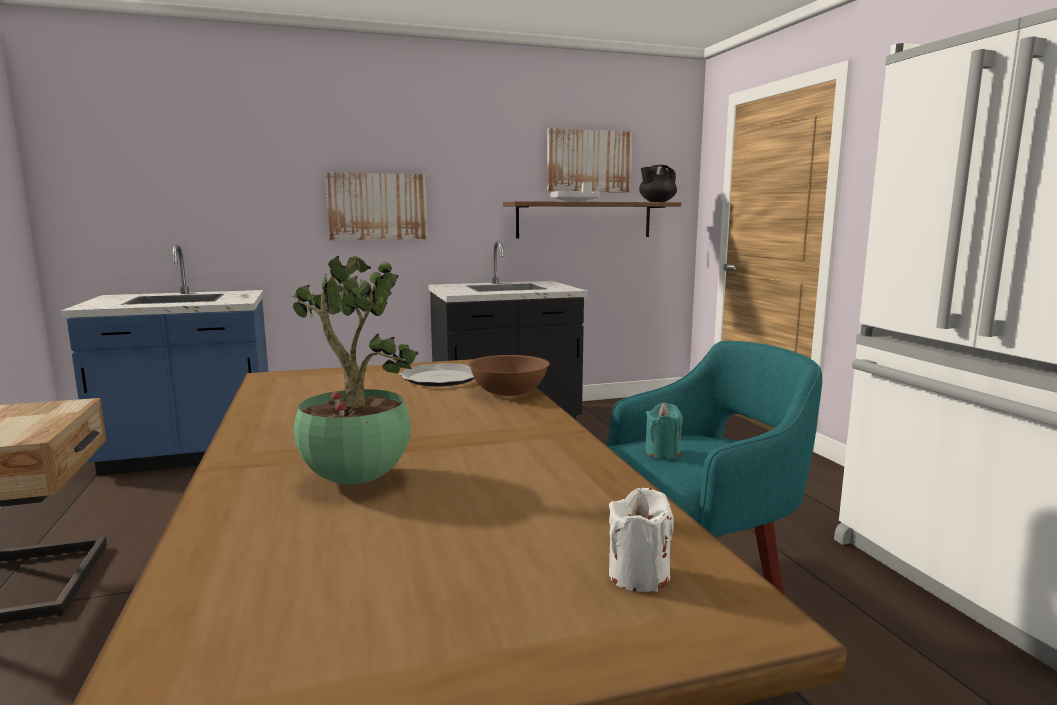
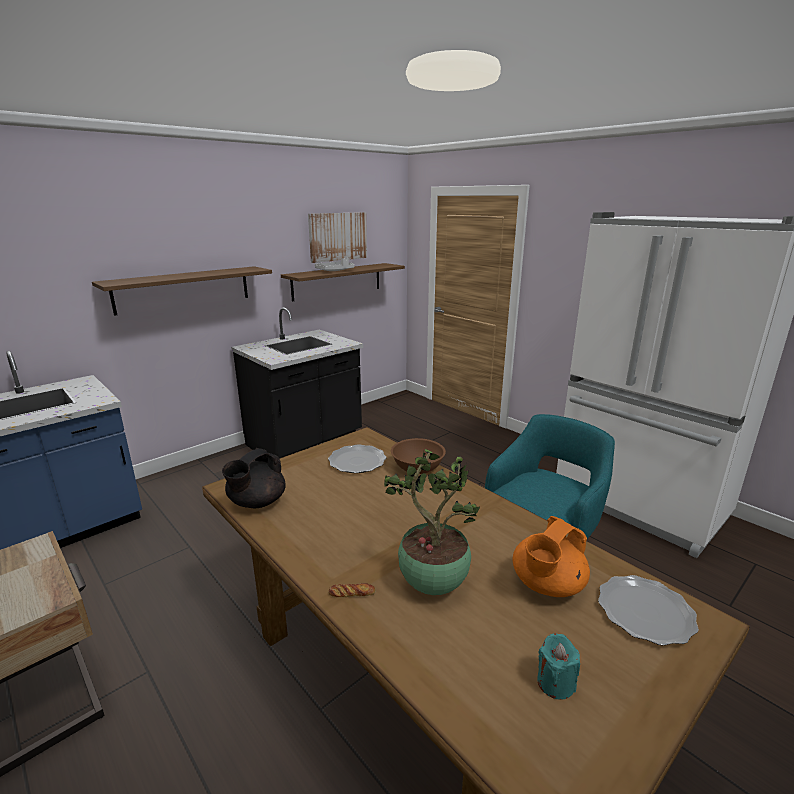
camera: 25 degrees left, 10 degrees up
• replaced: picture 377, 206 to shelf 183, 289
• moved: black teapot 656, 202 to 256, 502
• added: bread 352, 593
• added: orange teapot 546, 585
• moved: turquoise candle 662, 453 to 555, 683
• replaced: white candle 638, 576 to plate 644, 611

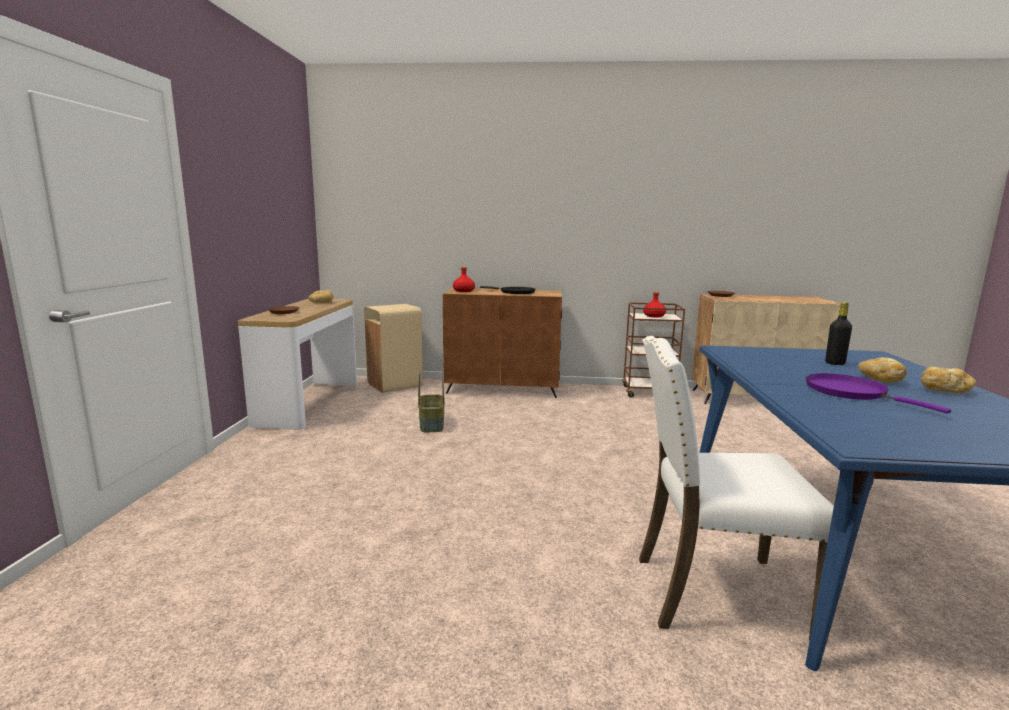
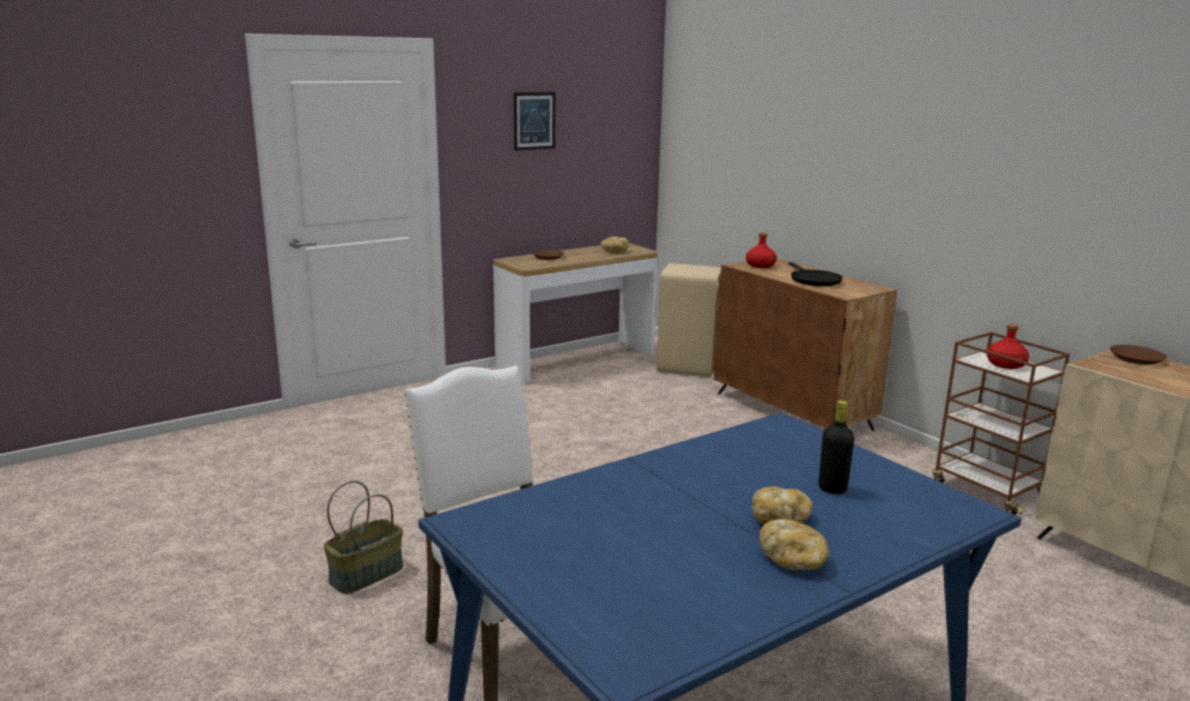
camera: 50 degrees right, 5 degrees up
• moved: basket 431, 424 to 366, 574
• added: picture 534, 121
• removed: purple frying pan 851, 392

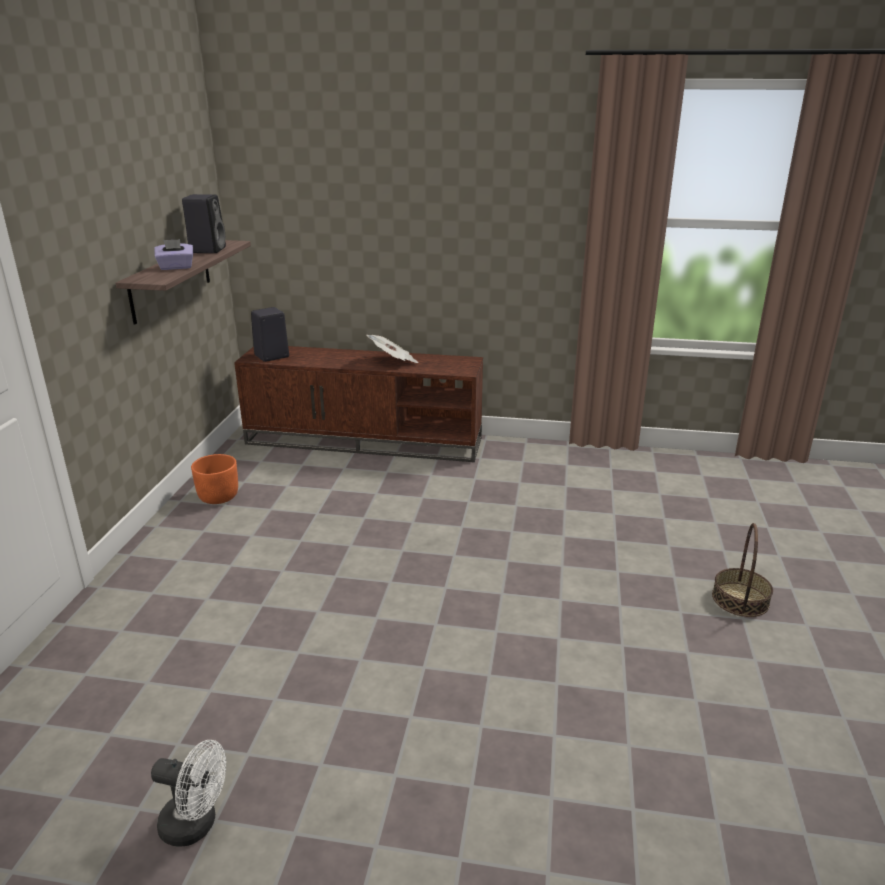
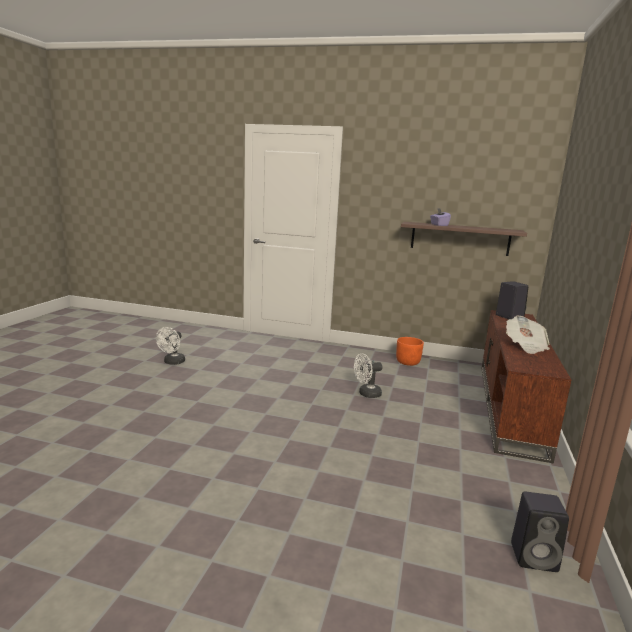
camera: 95 degrees right, 10 degrees down
• added: white fan 366, 394
• moved: black speaker 207, 250 to 535, 557
• removed: basket 740, 599

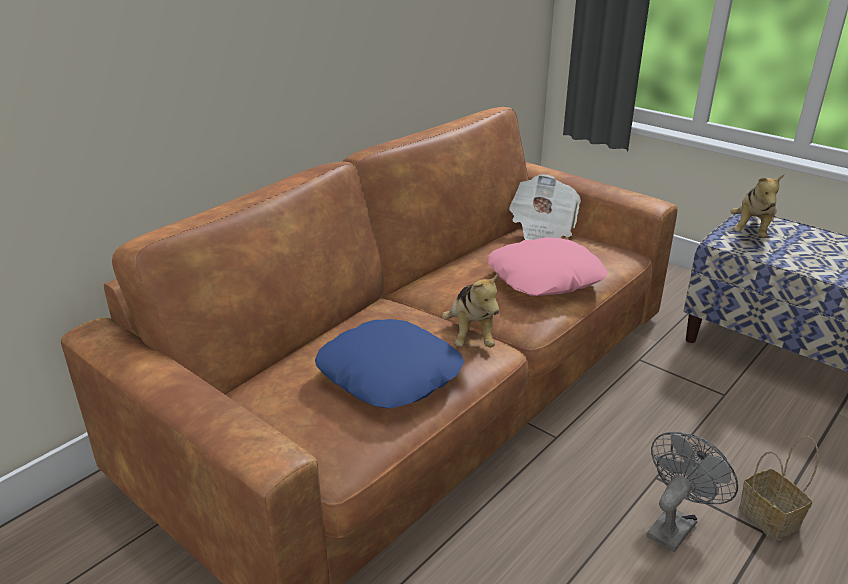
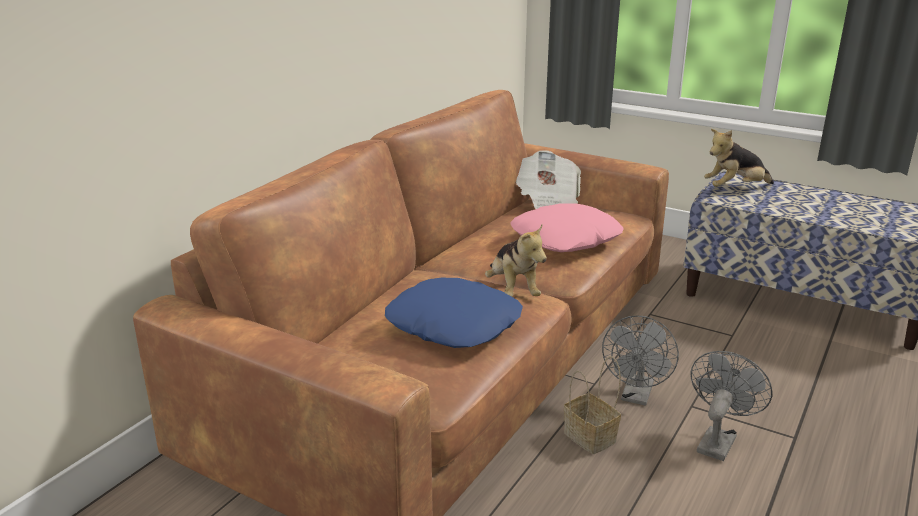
camera: 10 degrees left, 5 degrees down
• moved: basket 771, 518 to 591, 438
• added: grey fan 636, 396
• turned: plush toy 751, 231 = 735, 188 60 degrees clockwise

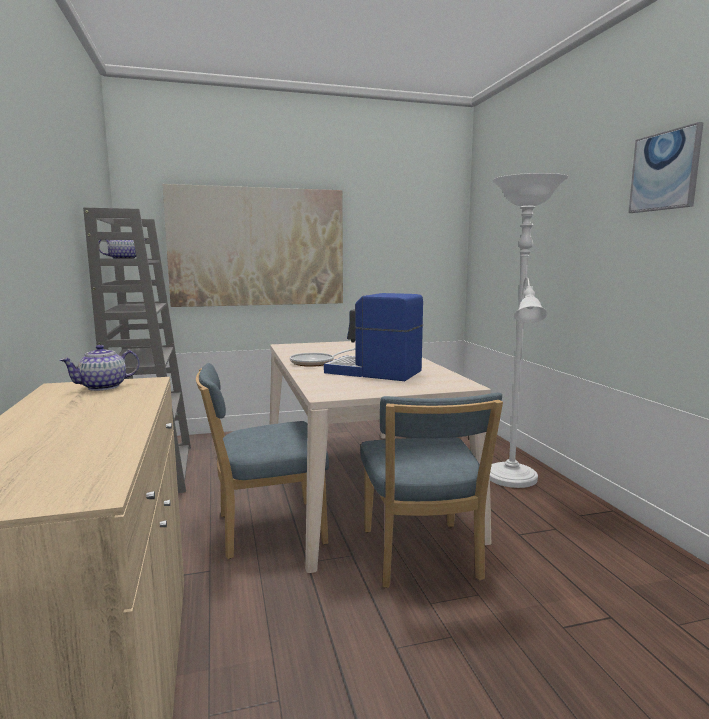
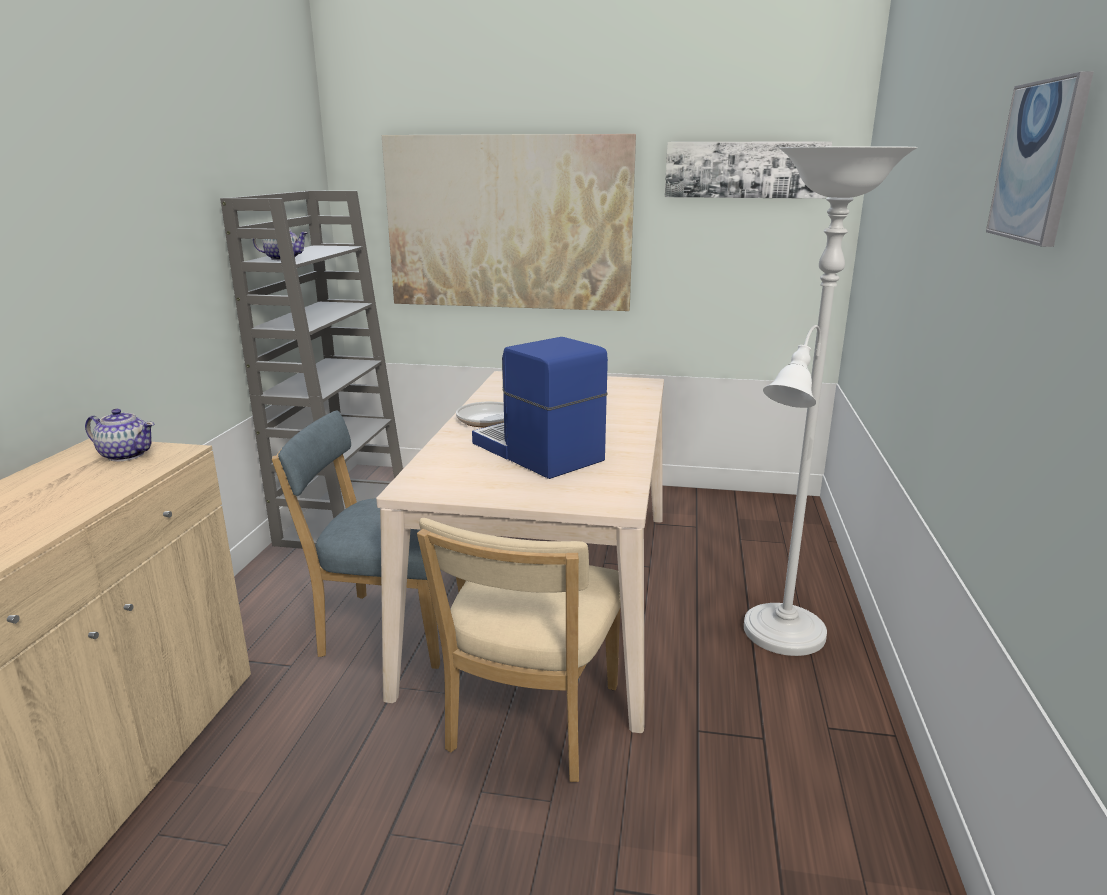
camera: 25 degrees right, 10 degrees up
• turned: teapot 104, 387 = 126, 455 150 degrees counterclockwise
• recoloured: blue chair 421, 558 to beige chair 530, 724
• added: picture 745, 170

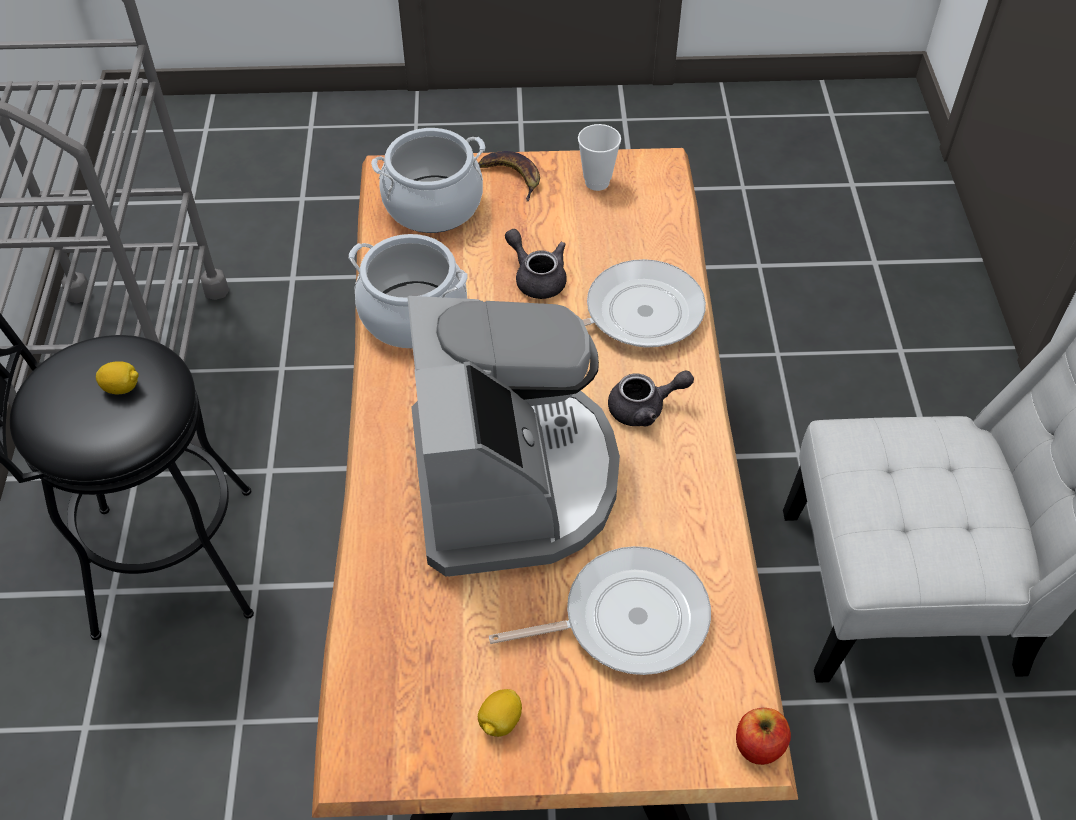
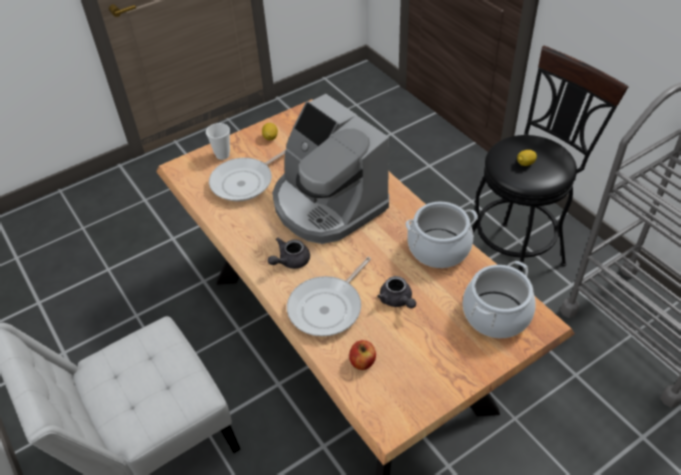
camera: 150 degrees right, 5 degrees down
• moved: cup 597, 182 to 222, 155
• moved: apple 759, 745 to 362, 362
• turned: grey teapot 536, 278 = 397, 300 45 degrees clockwise
• removed: banana 512, 176

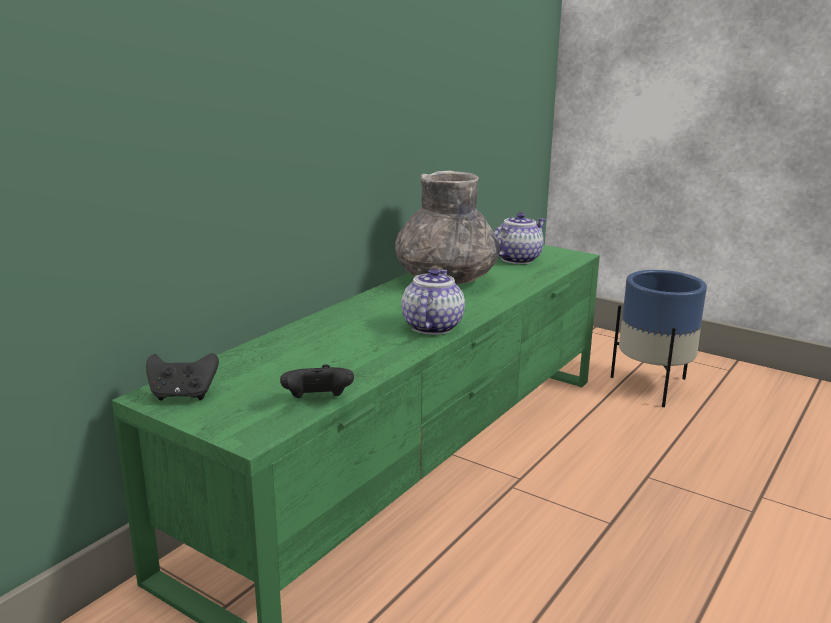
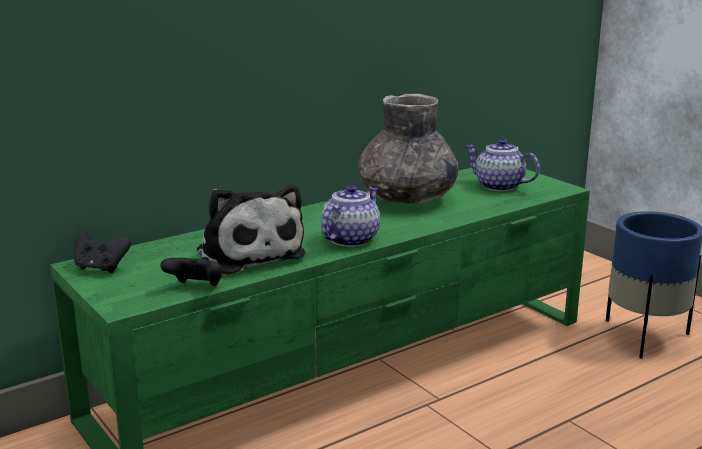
camera: 20 degrees right, 0 degrees up
• added: plush toy 249, 253
• turned: teapot 517, 259 = 498, 186 120 degrees counterclockwise

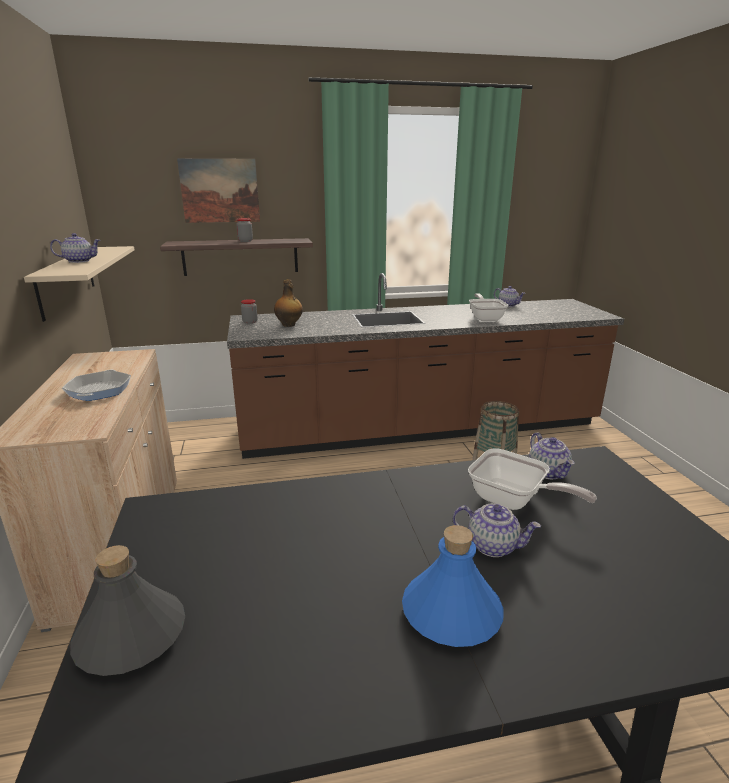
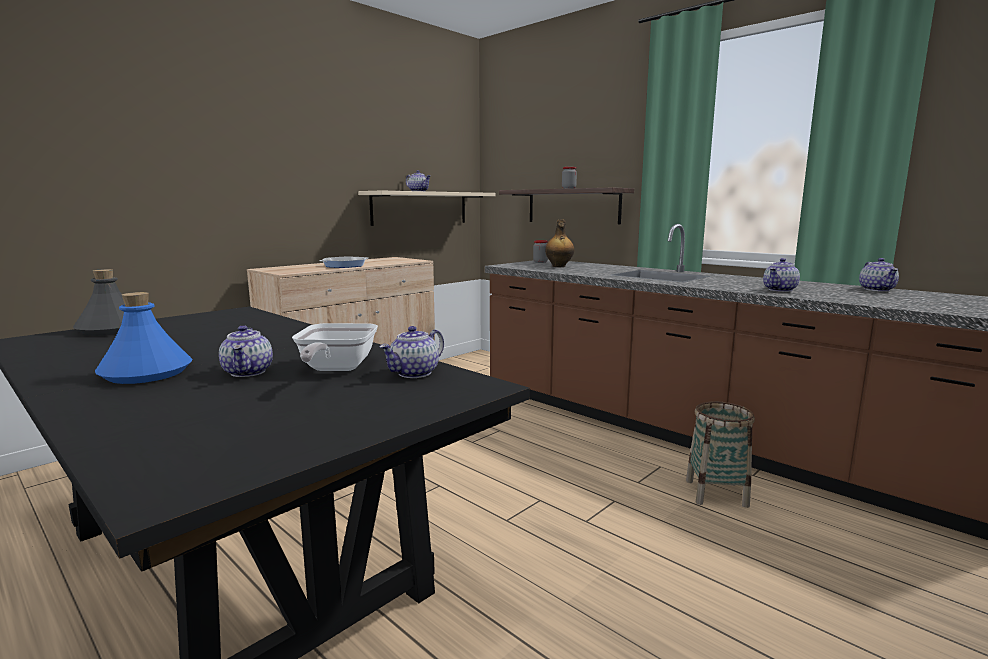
camera: 55 degrees right, 10 degrees down
• replaced: frying pan 485, 318 to teapot 780, 290
• removed: picture 220, 191

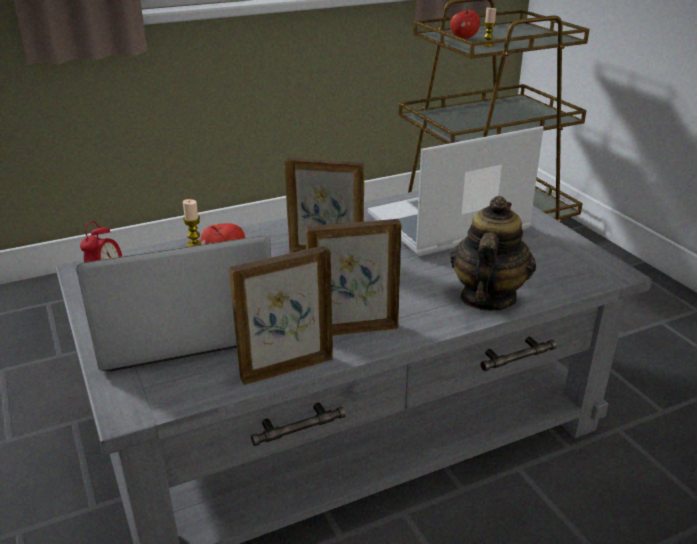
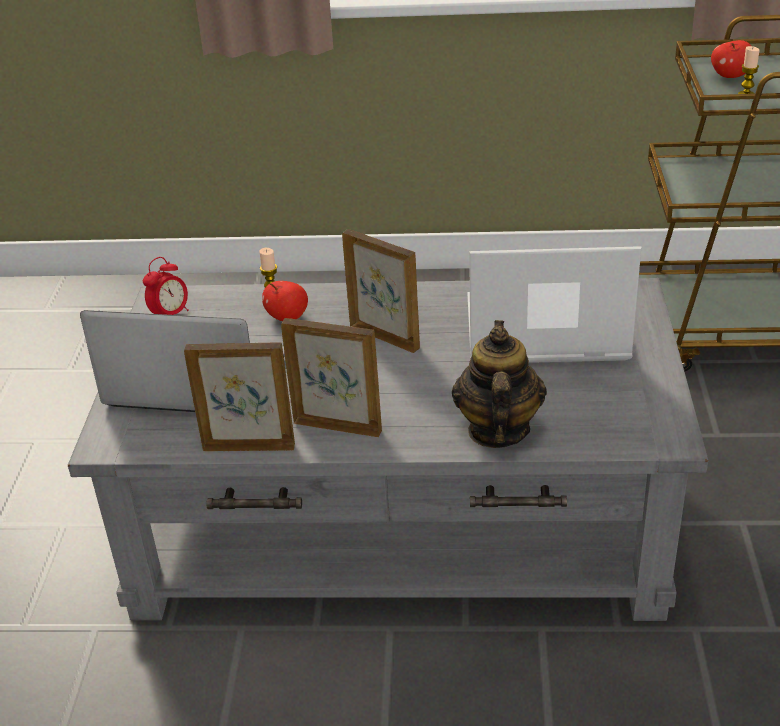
camera: 30 degrees right, 5 degrees up
• turned: teapot 487, 298 = 497, 430 45 degrees counterclockwise

